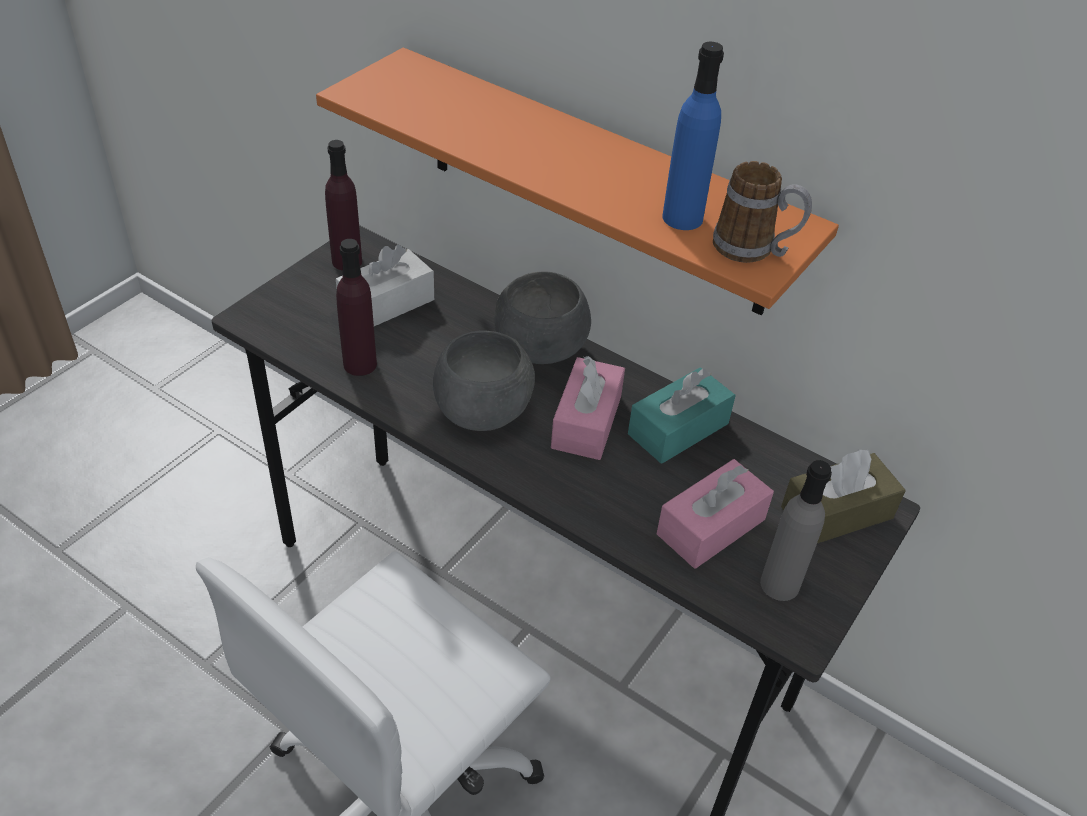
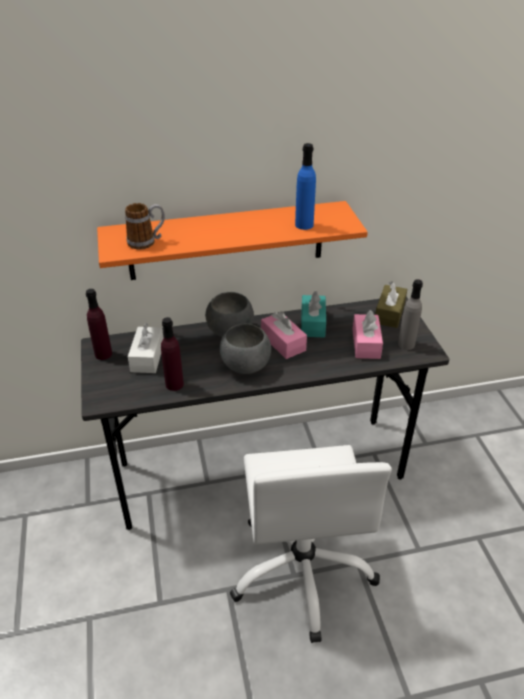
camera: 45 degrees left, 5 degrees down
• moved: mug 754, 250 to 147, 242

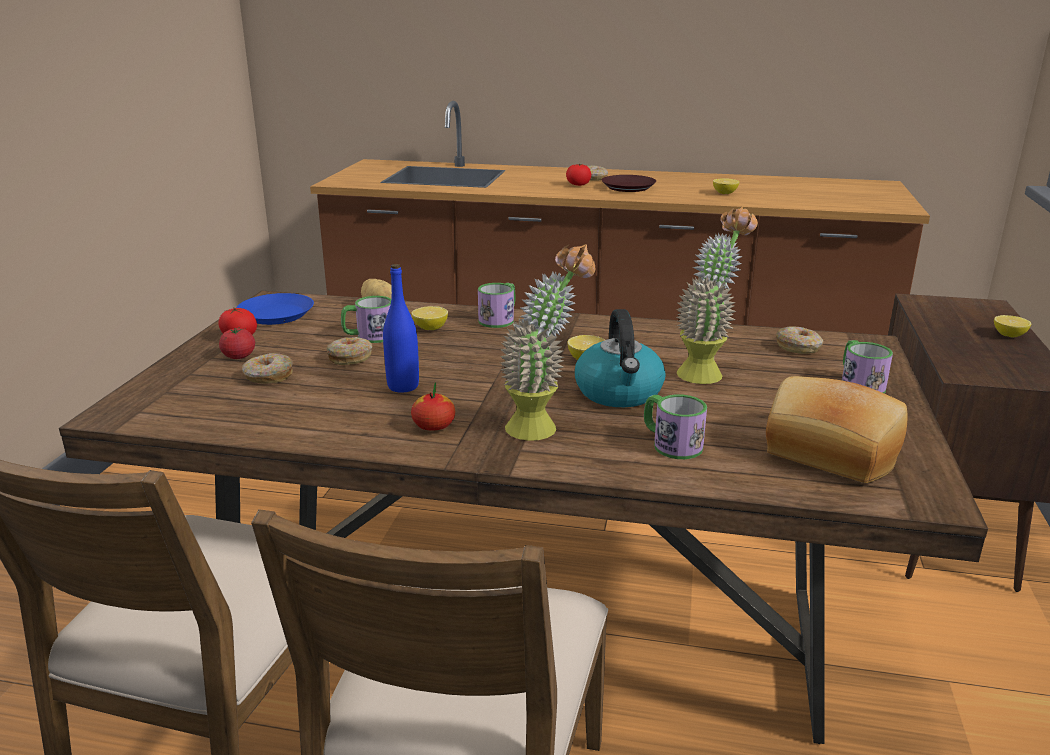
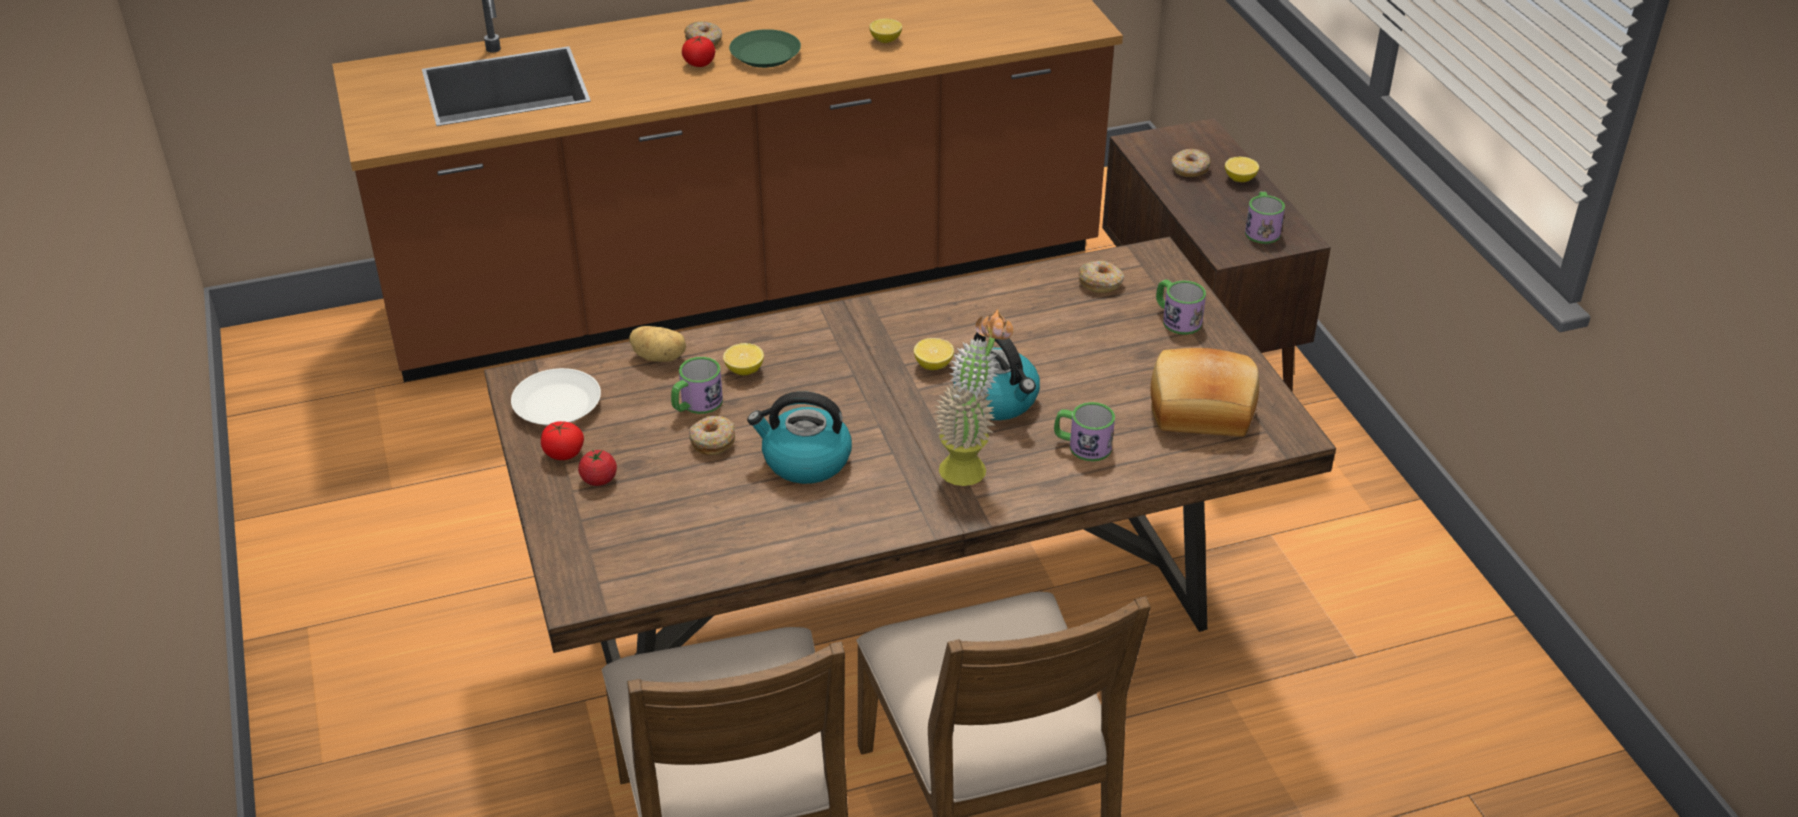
camera: 30 degrees left, 15 degrees up
• recoloured: blue plate 275, 315 to white plate 556, 405
• recoloured: brown plate 628, 187 to green plate 766, 54
• replaced: blue bottle 403, 386 to kettle 805, 461
• moved: donut 268, 376 to 1190, 169
• moved: mug 500, 319 to 1261, 229
• removed: apple 433, 426
• removed: potted plant 706, 371

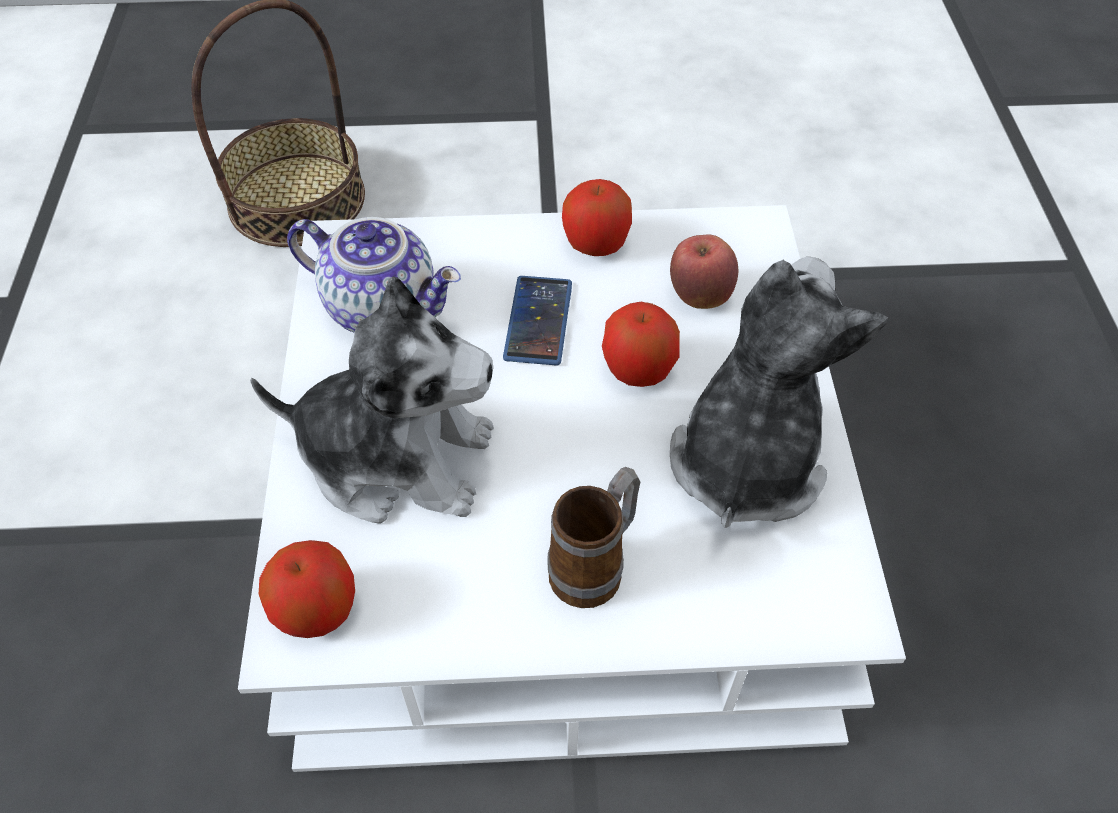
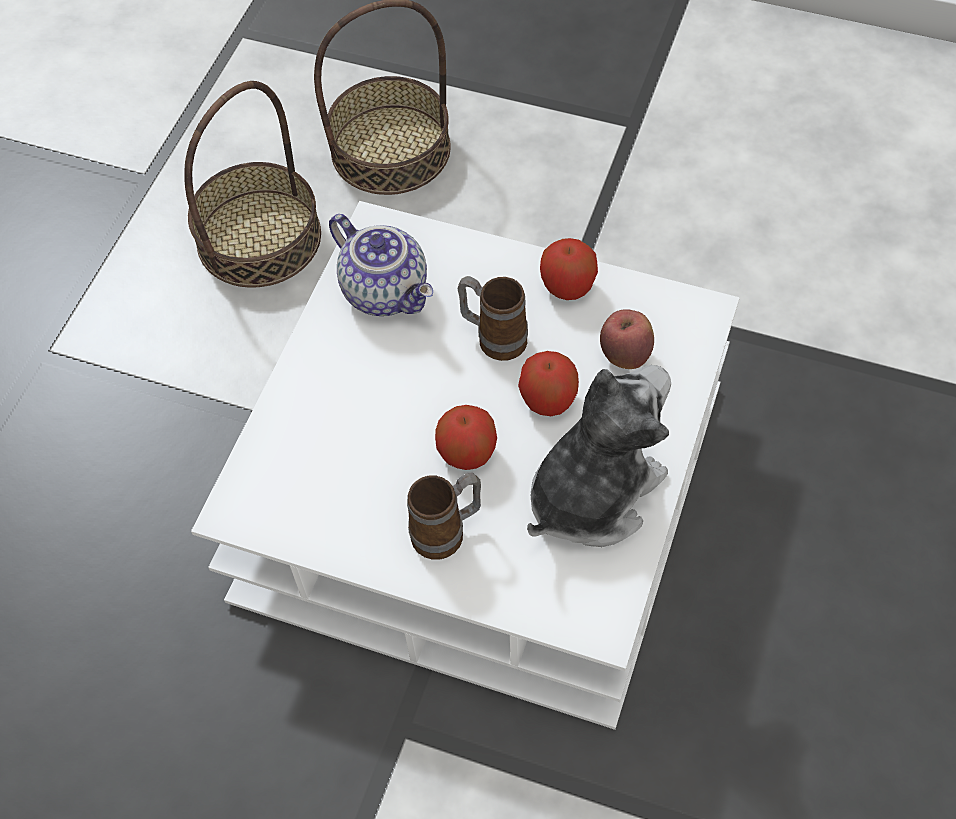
camera: 25 degrees right, 5 degrees up
• added: basket 259, 237
• moved: apple 316, 610 to 466, 453
• replaced: phone 538, 321 to mug 493, 337
• removed: plush toy 397, 457

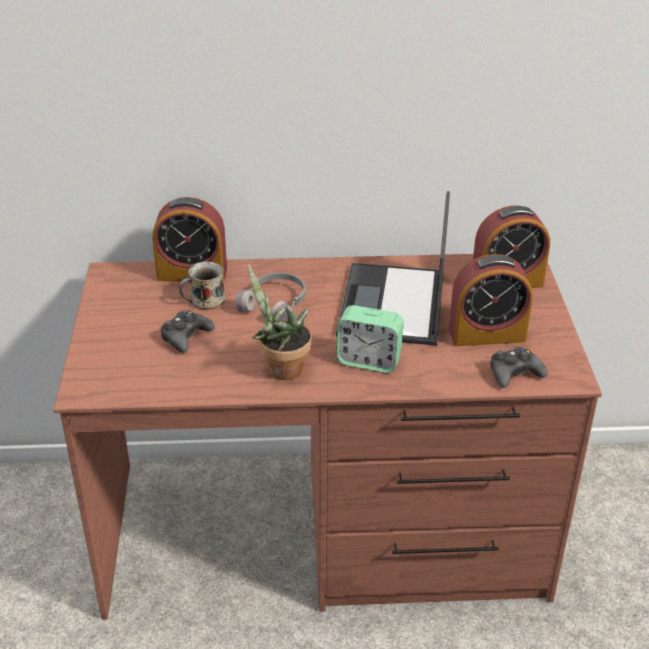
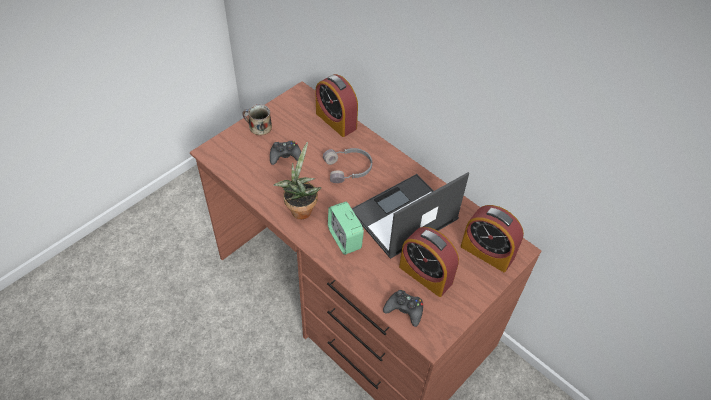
camera: 45 degrees right, 15 degrees up
• moved: mug 205, 300 to 259, 127

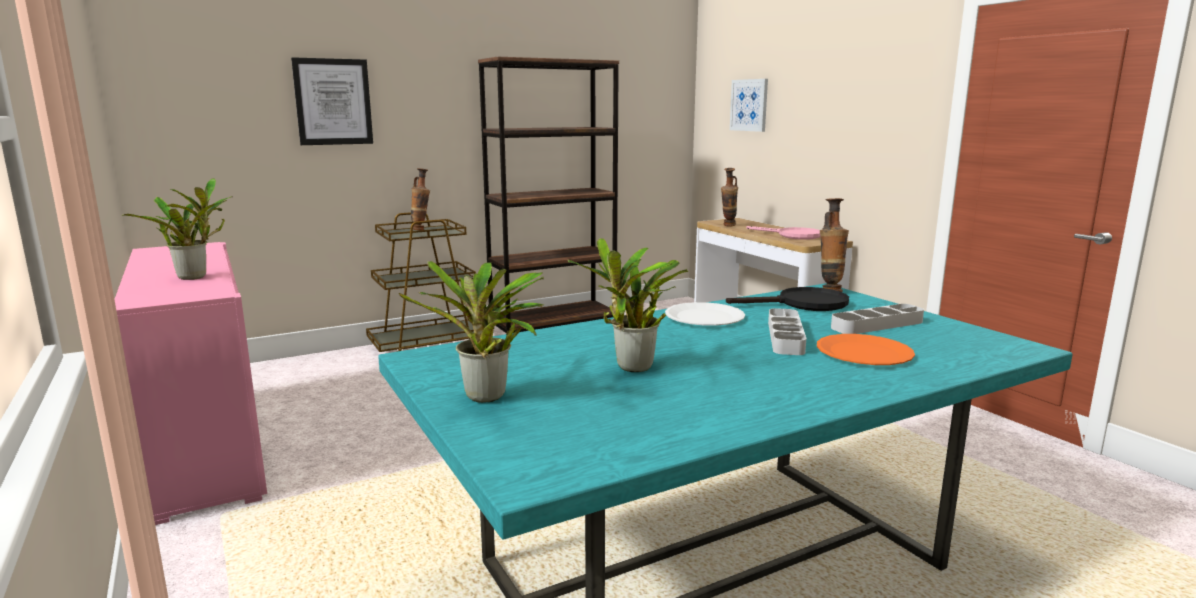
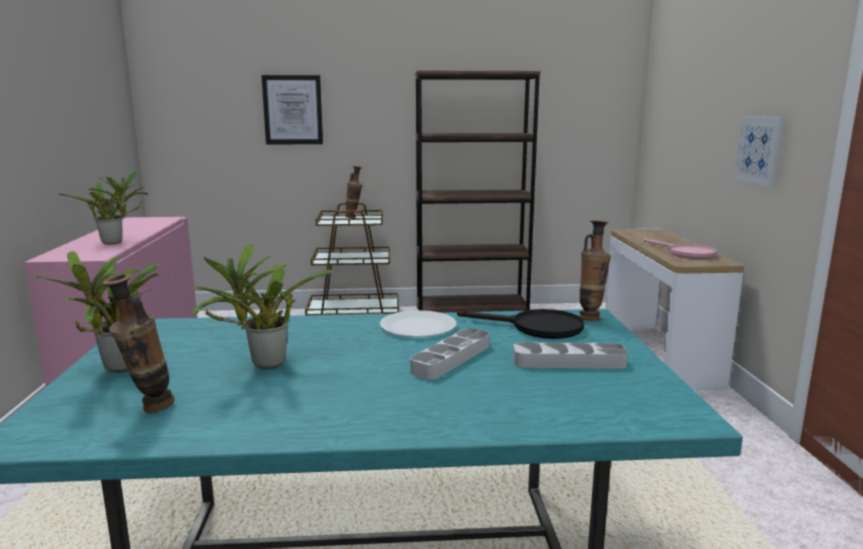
camera: 25 degrees right, 0 degrees up
• moved: vase 728, 226 to 148, 409
• moved: picture 749, 105 to 759, 150
• removed: orange plate 864, 353

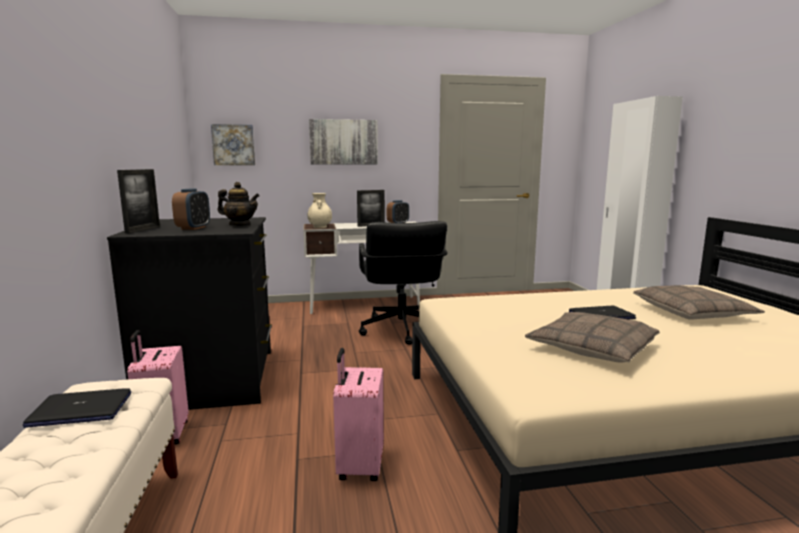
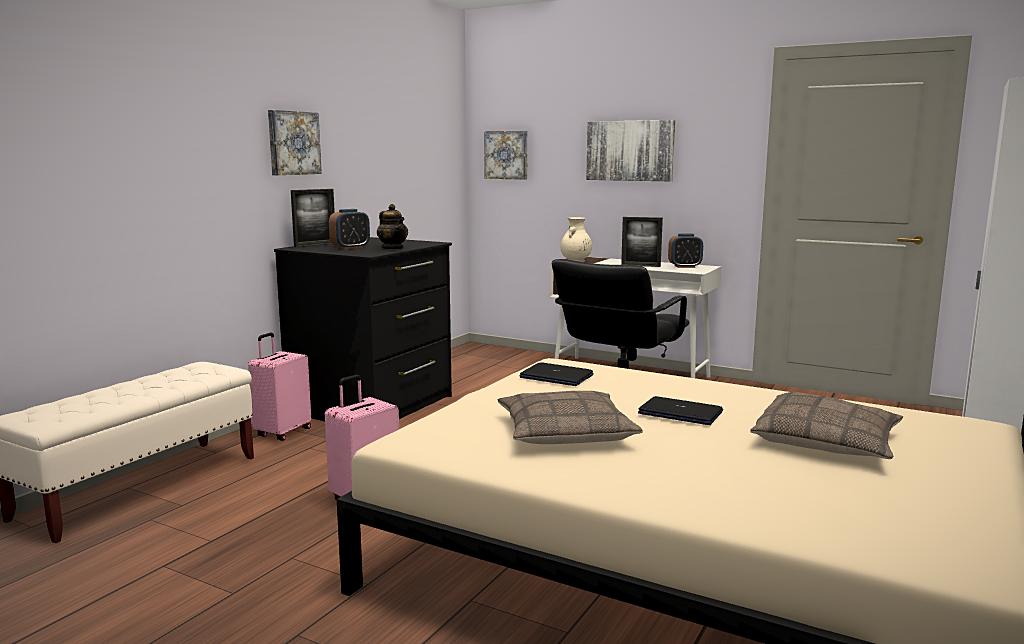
camera: 40 degrees right, 0 degrees up
• added: picture 293, 143
• moved: laptop 80, 410 to 556, 376

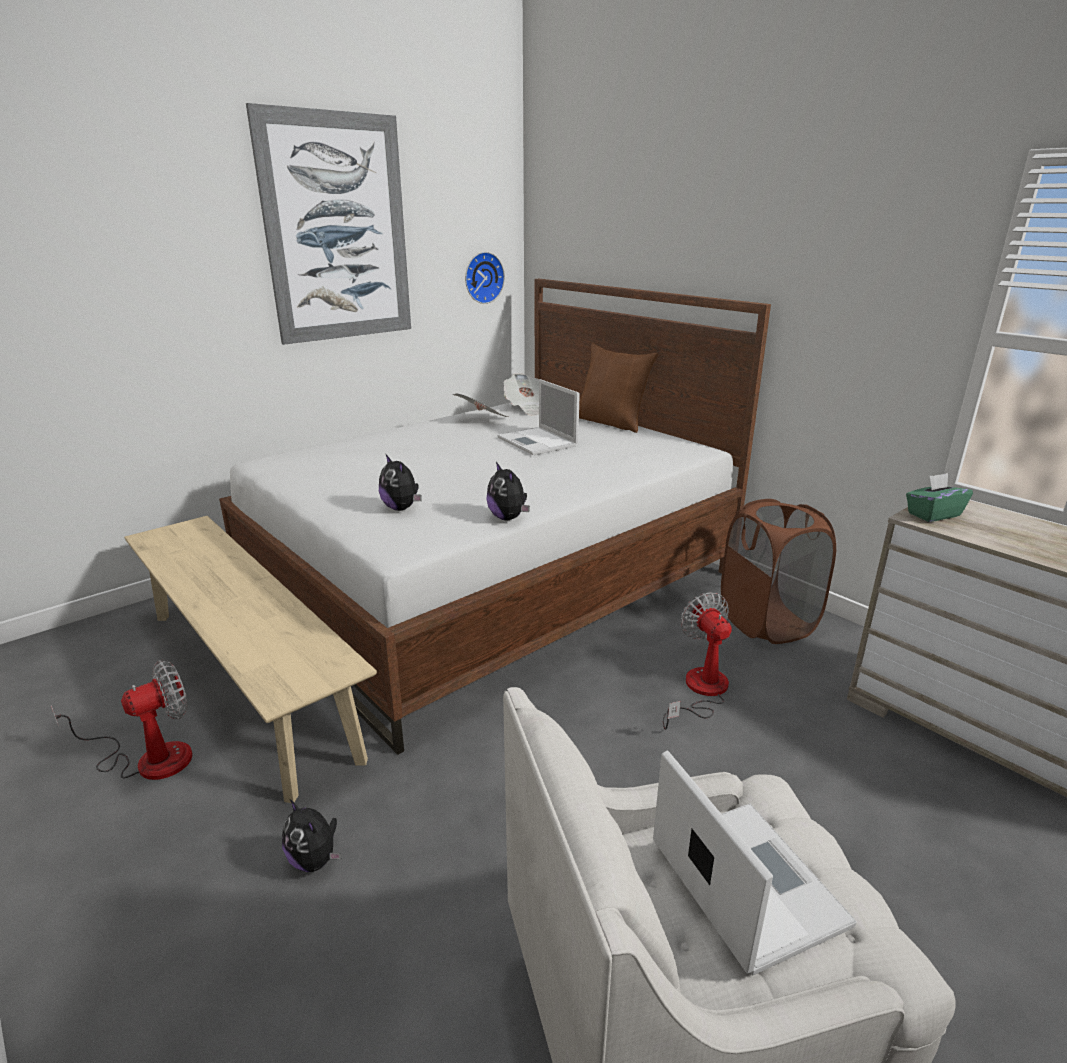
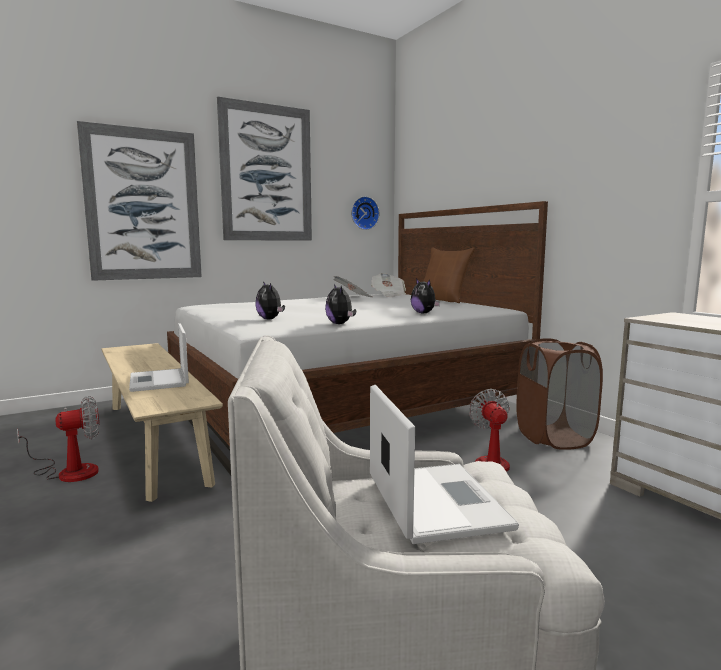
camera: 10 degrees right, 15 degrees down
• added: picture 143, 205
• moved: laptop 538, 442 to 159, 381
• moved: plush toy 315, 859 to 424, 313
• removed: green tissue box 933, 514

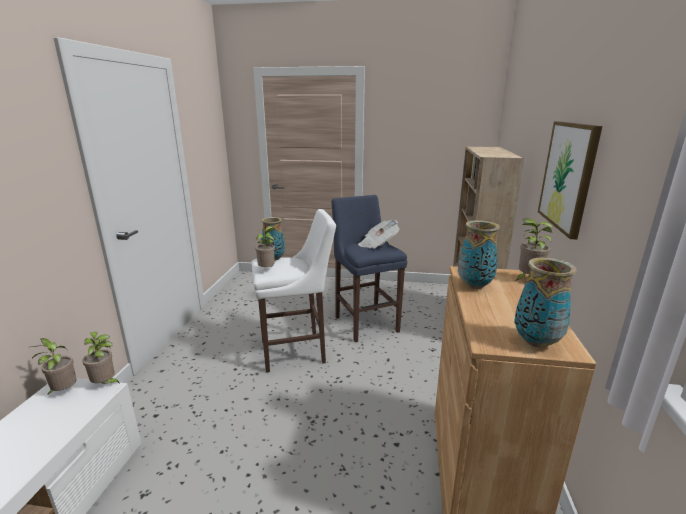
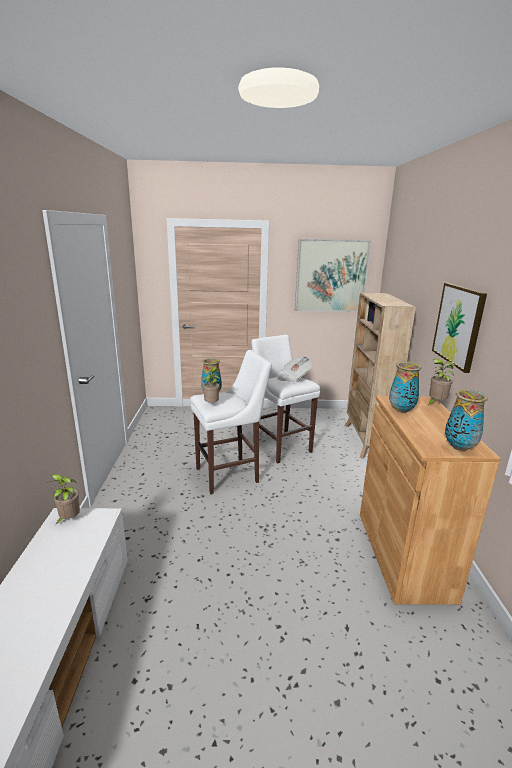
camera: 10 degrees left, 0 degrees up
• recoloured: blue stool 365, 322 to white stool 280, 446
• added: picture 331, 276
• removed: potted plant 106, 384

